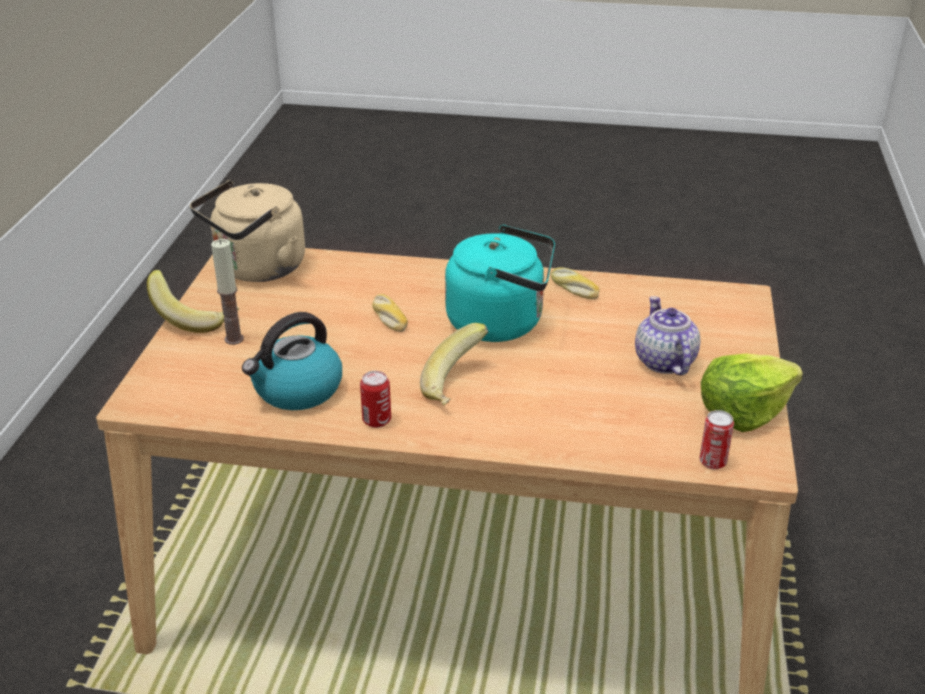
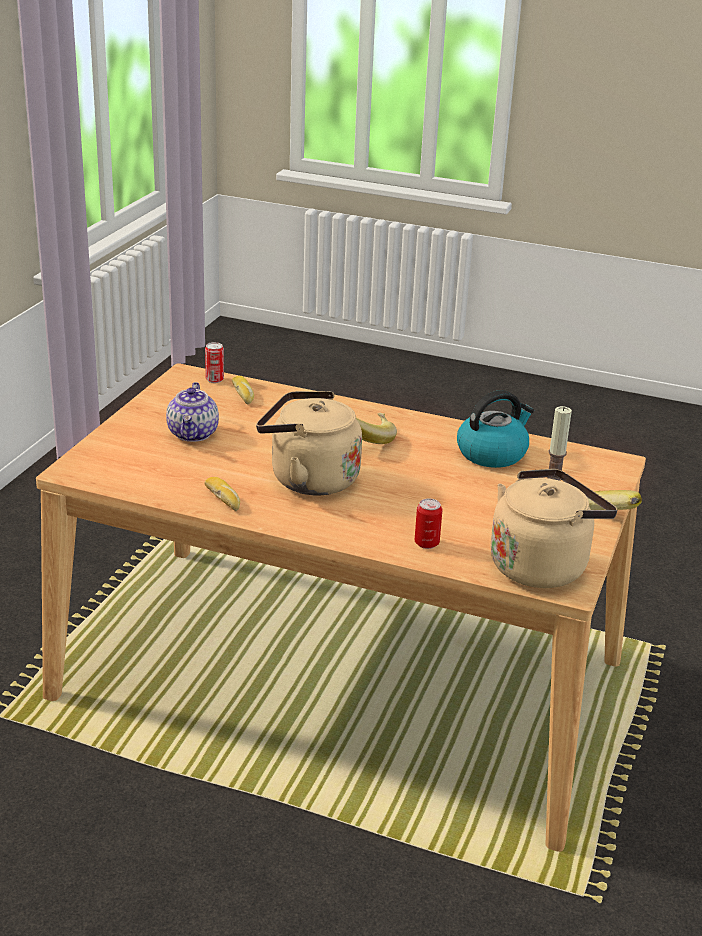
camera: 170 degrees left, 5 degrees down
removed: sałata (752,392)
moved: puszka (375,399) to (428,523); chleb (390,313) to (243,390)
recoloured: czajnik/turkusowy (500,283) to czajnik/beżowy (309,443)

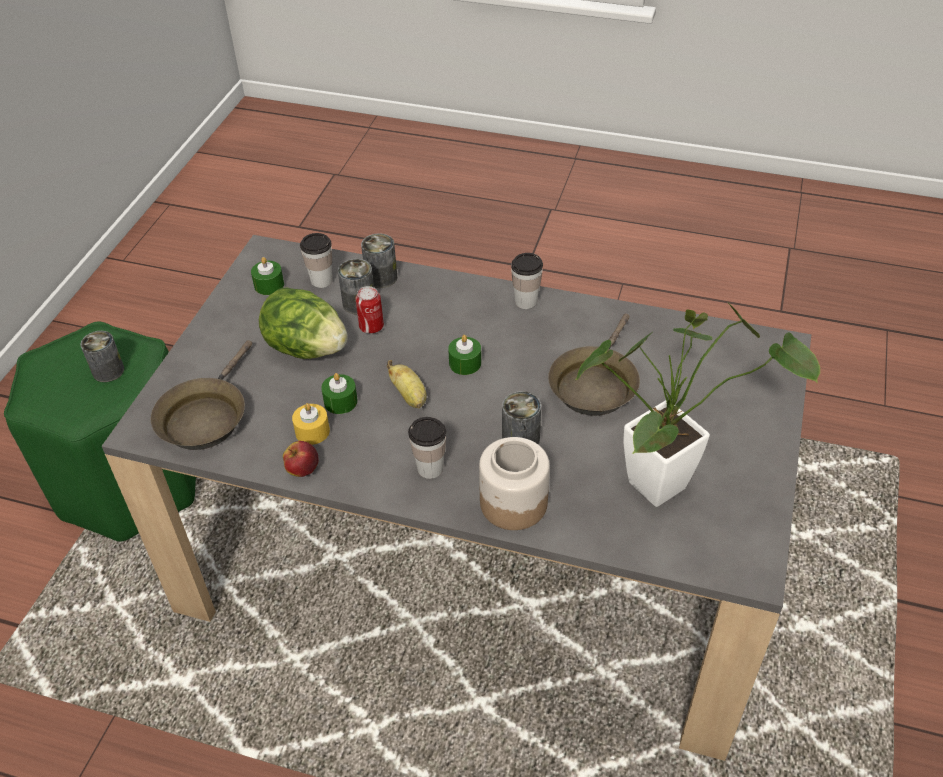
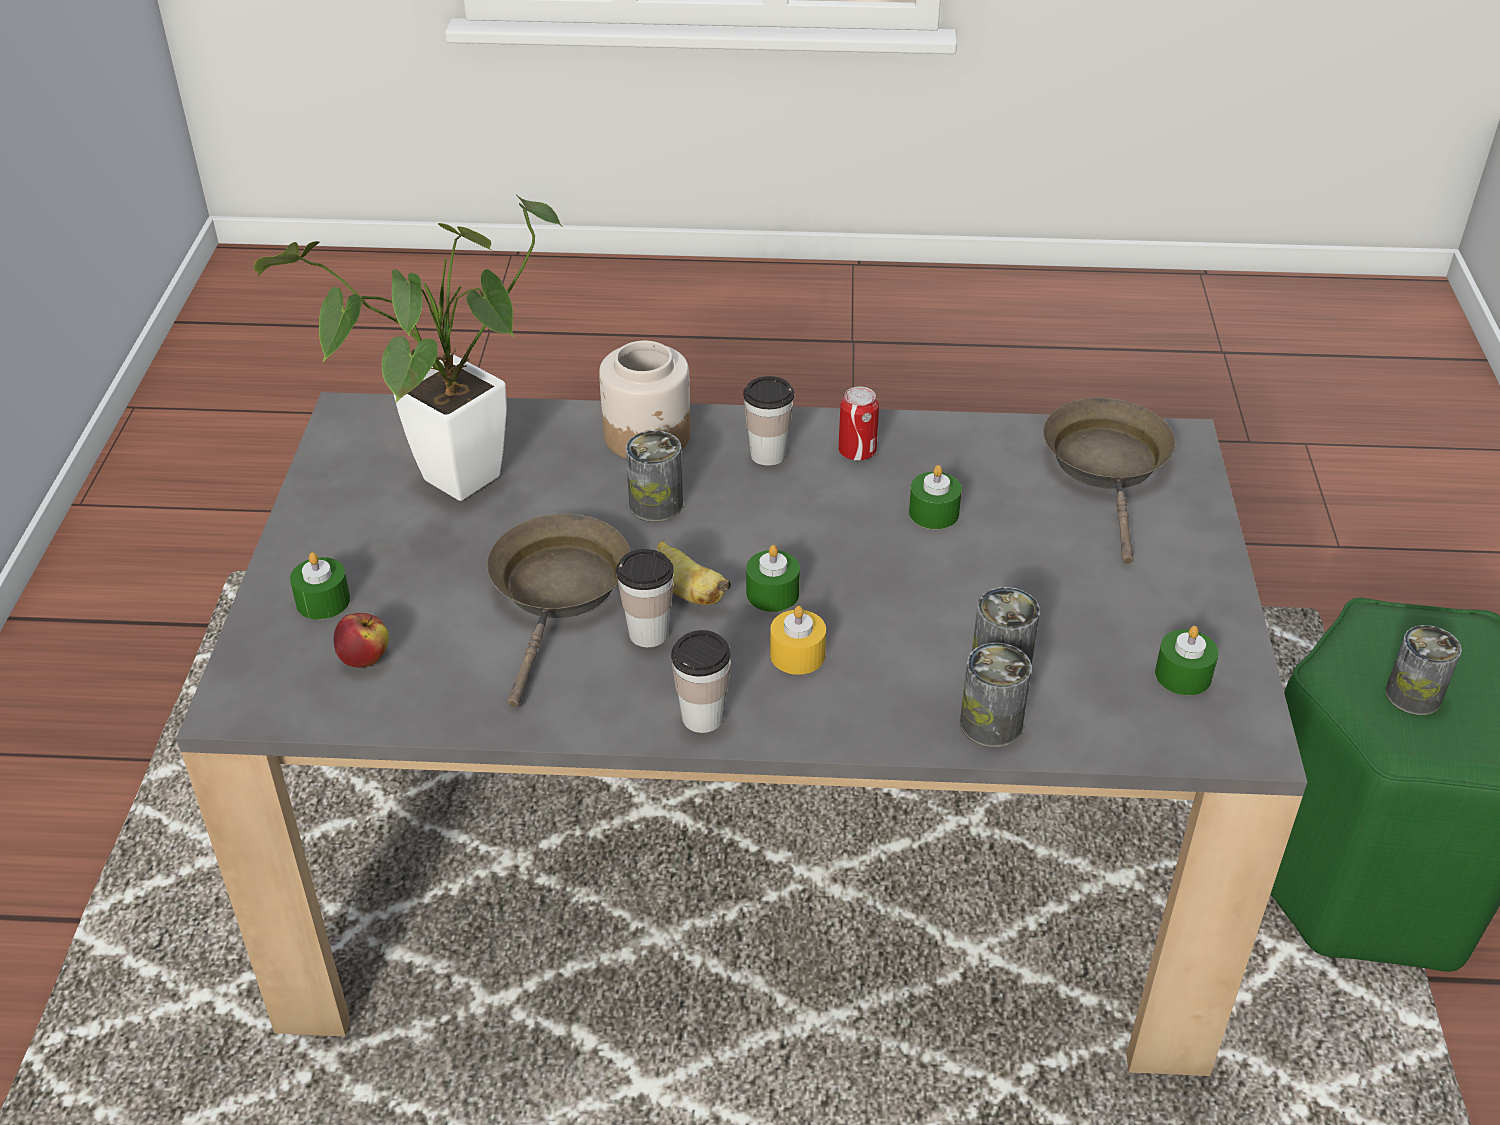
camera: 165 degrees right, 5 degrees down
removed: sałata (303,323)
added: świeca/zielony (320,585)
moved: jabłko (301,459) to (361,640); świeca/żółty (311,424) to (798,640); filiżanka (316,260) to (645,598); puszka (370,309) to (858,423); banan (407,384) to (694,573)

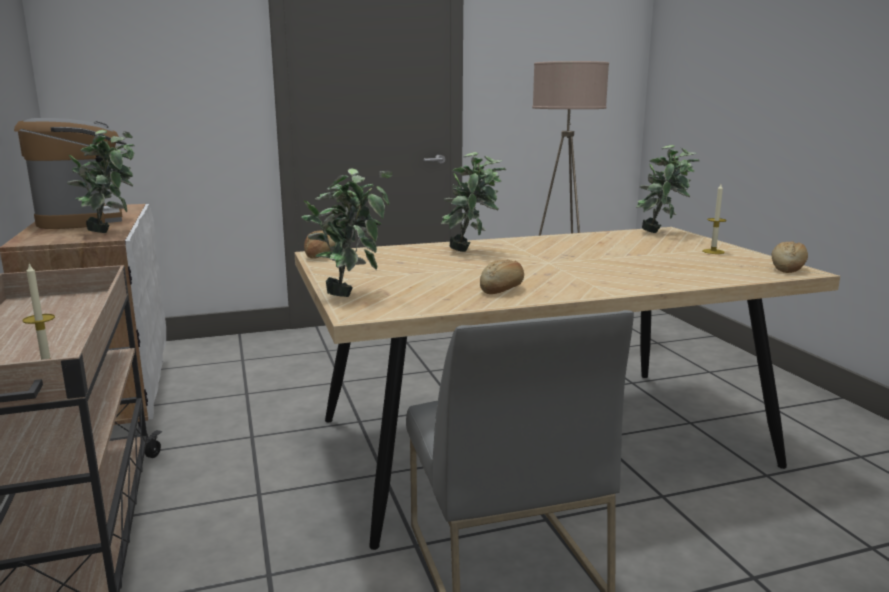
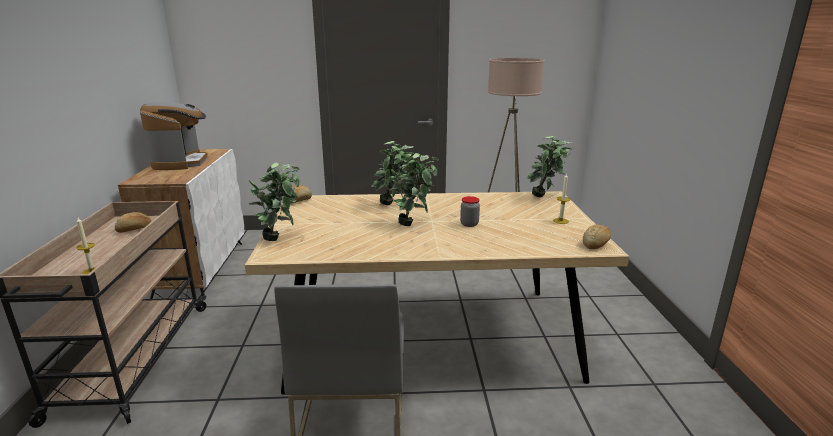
camera: 15 degrees right, 5 degrees up
added: słoik (470,211)
moved: roślina doniczkowa (101,181) to (413,189); chleb (502,277) to (133,222)

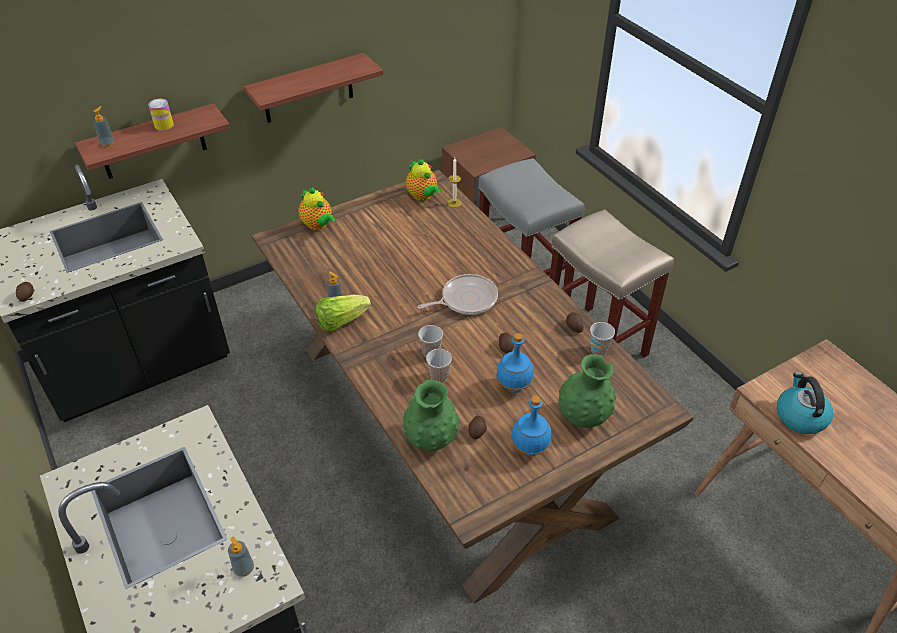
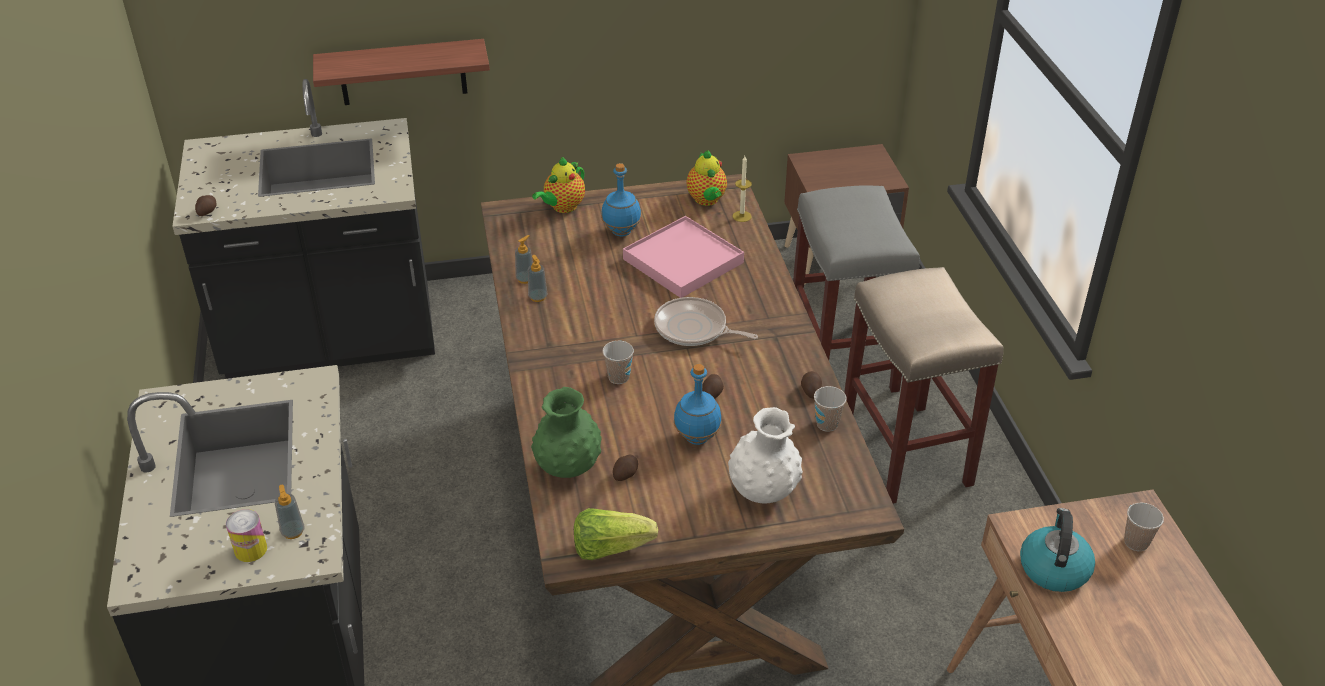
camera: 20 degrees right, 5 degrees down
removed: półka (313,88)
added: taca/różowy (683,257)
moved: dozownik mydła (103,126) to (524,259); puszka (161,114) to (246,535); sałata (343,313) to (616,534); filiżanka (439,366) to (1144,527); butelka/niebieski (531,426) to (621,200)
recoloured: wazon/zielony (587,391) to wazon/biały (765,455)
turned: imbryk (317,208) = (558,185) 60 degrees clockwise; patelnia (458,294) = (706,321) 150 degrees counterclockwise

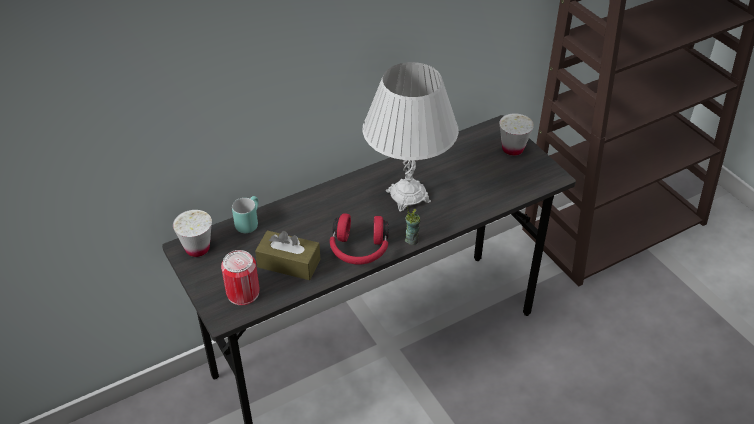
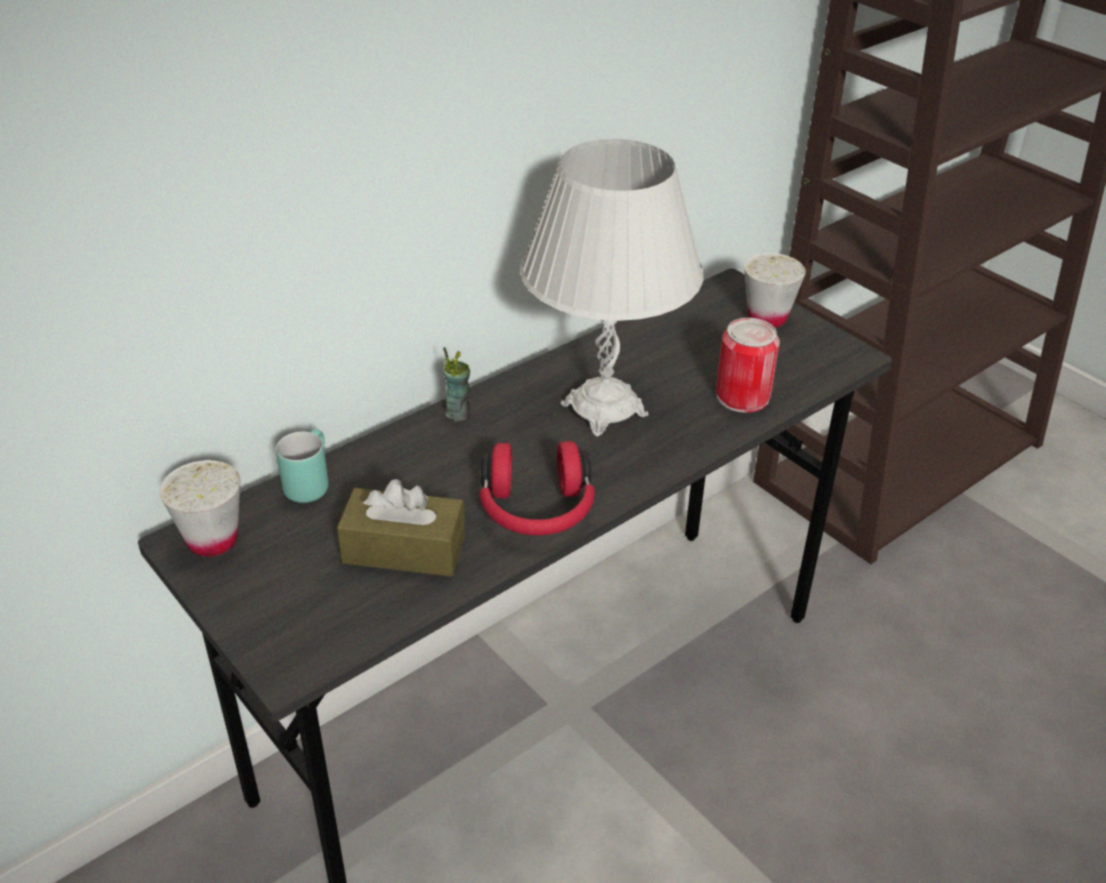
camera: 10 degrees left, 5 degrees down
moved: puszka (240,277) to (748,365); filiżanka (413,225) to (456,384)

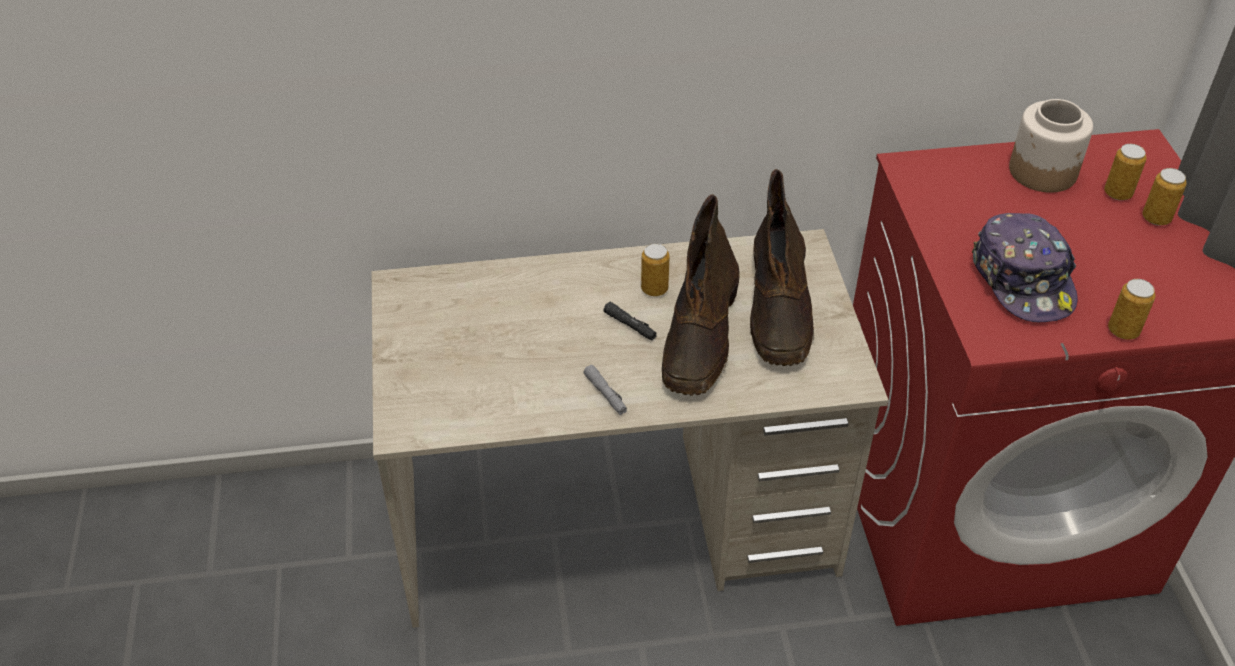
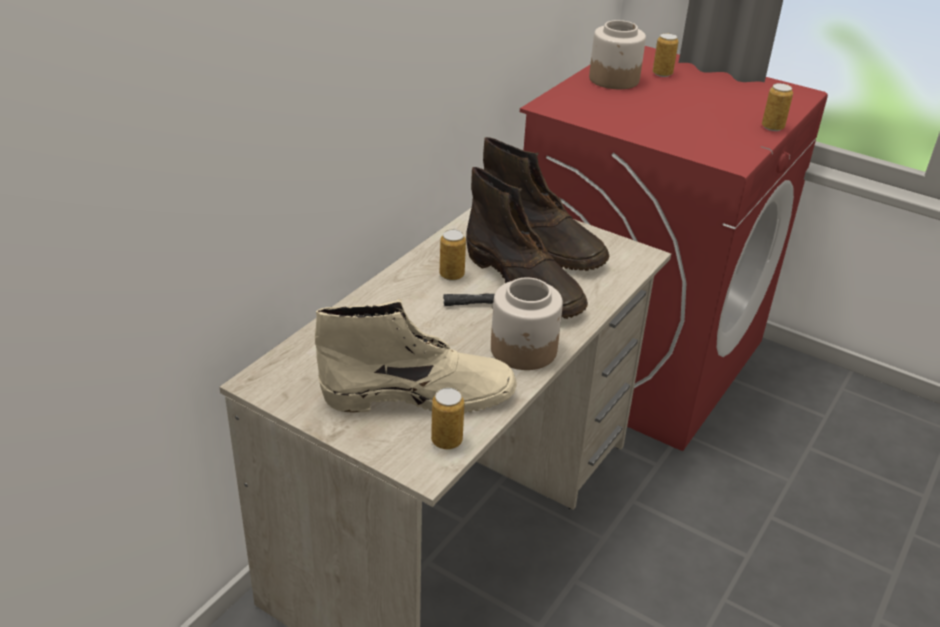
camera: 50 degrees left, 10 degrees down
removed: czapka z daszkiem (1025,267)
added: but z cholewką/beżowy (416,356)
moved: puszka (1164,196) to (447,418)
replaced: latarka/szary (605,390) to słoik (527,323)

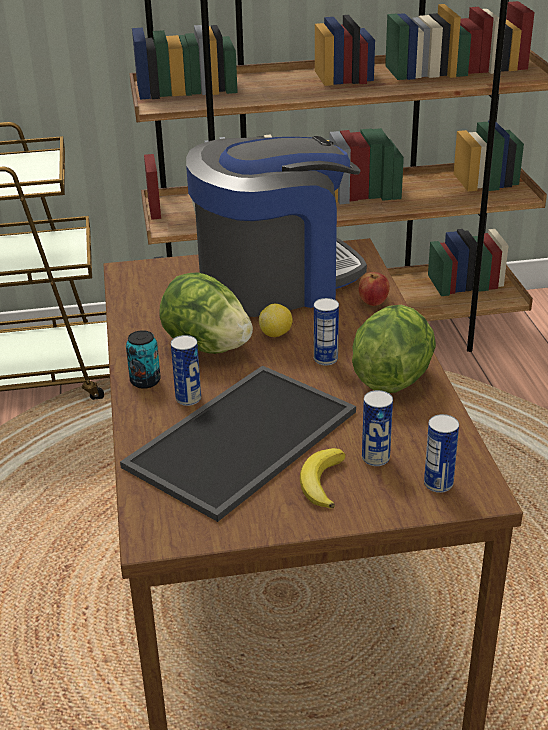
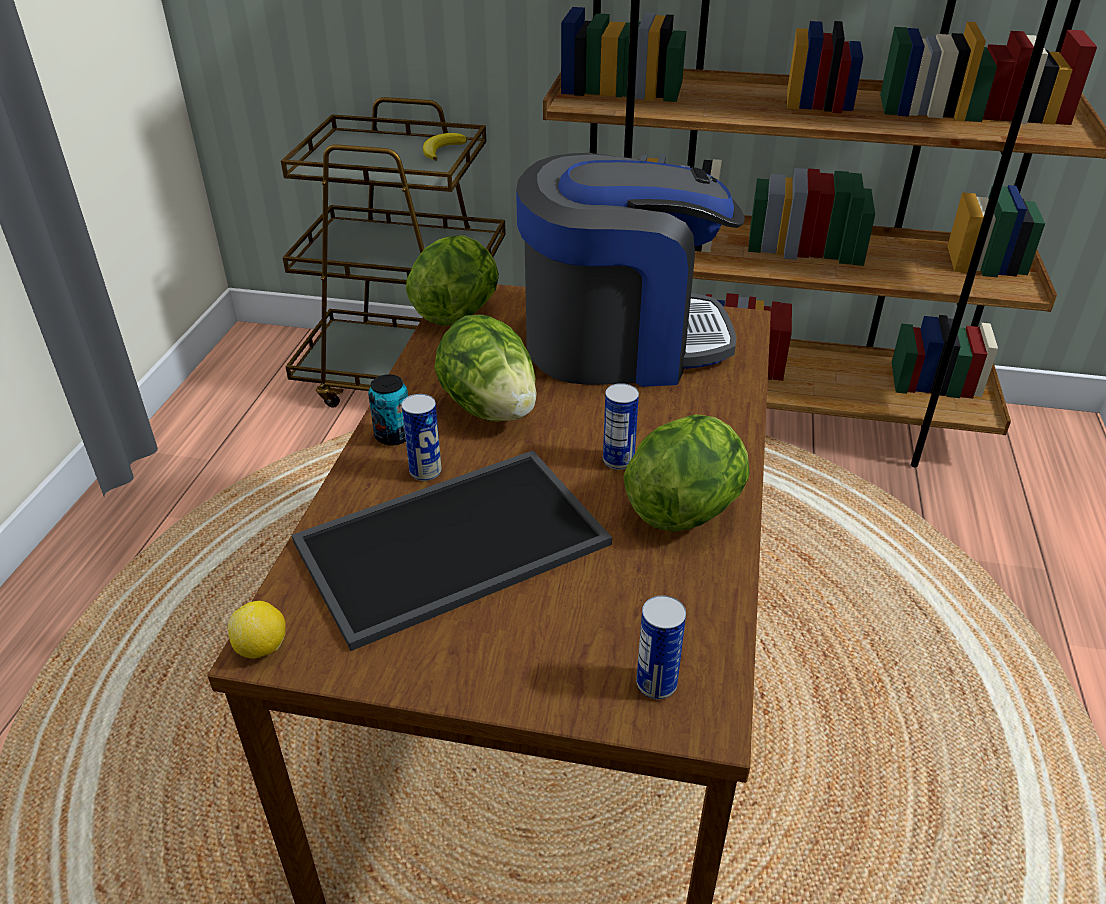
camera: 20 degrees right, 5 degrees up
removed: jabłko (374,289); puszka (377,428)
added: sałata (452,280)
moved: cytryna (276,320) to (257,630); banan (323,478) to (445,147)

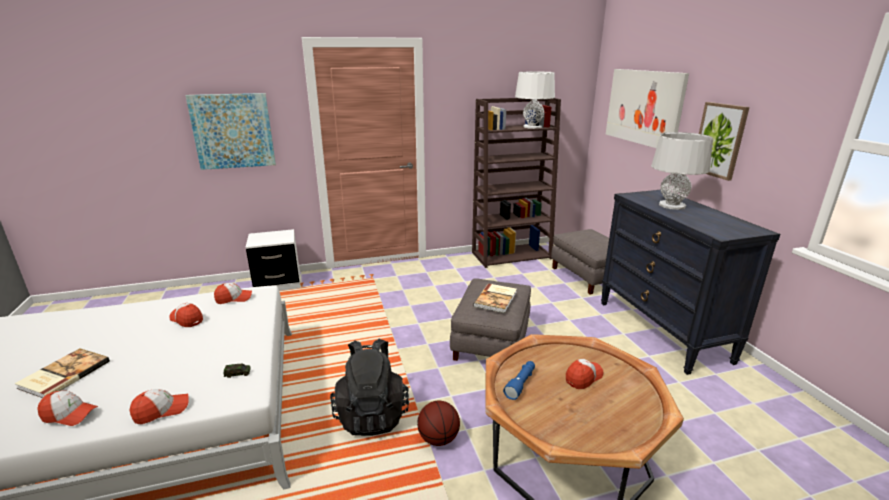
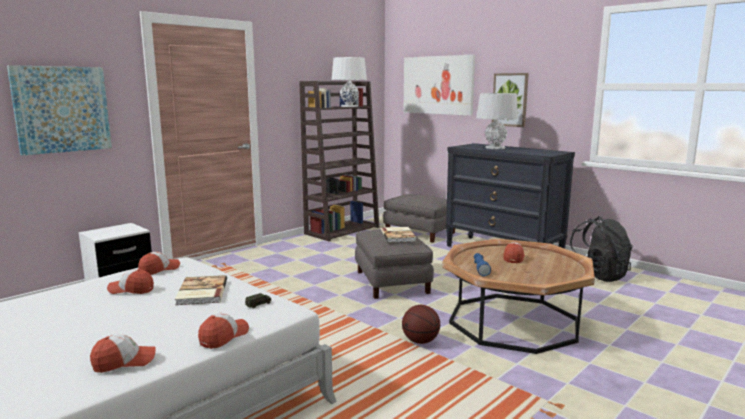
camera: 30 degrees left, 10 degrees down
moved: książka (62,373) to (201,290); plecak/czarny (369,387) to (601,249)

